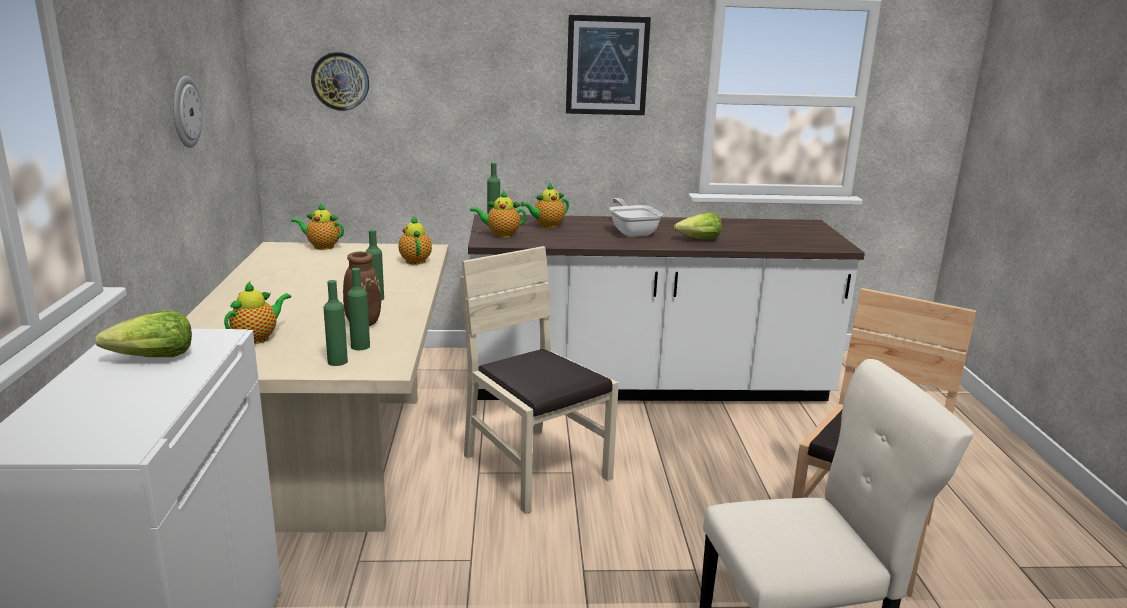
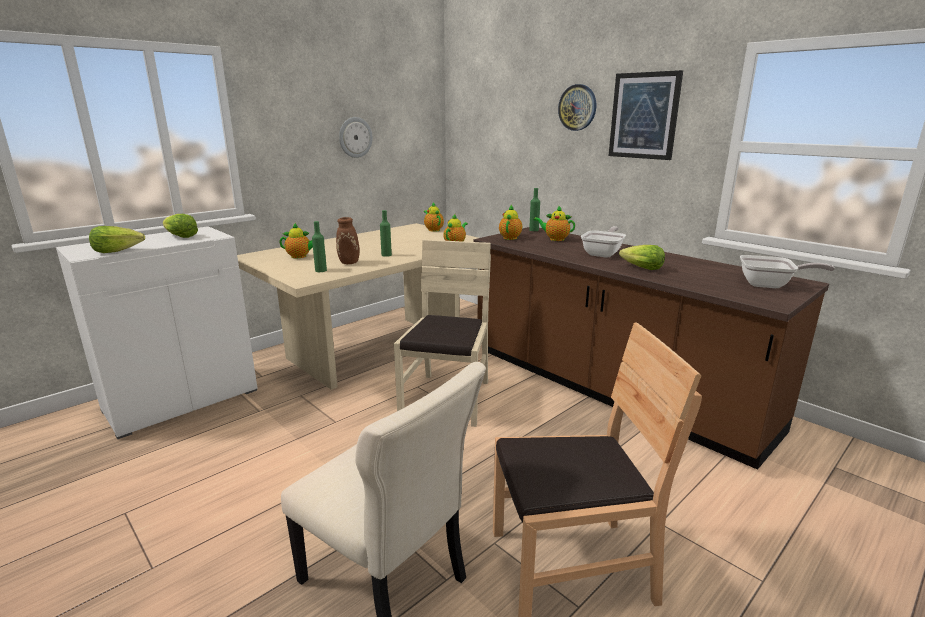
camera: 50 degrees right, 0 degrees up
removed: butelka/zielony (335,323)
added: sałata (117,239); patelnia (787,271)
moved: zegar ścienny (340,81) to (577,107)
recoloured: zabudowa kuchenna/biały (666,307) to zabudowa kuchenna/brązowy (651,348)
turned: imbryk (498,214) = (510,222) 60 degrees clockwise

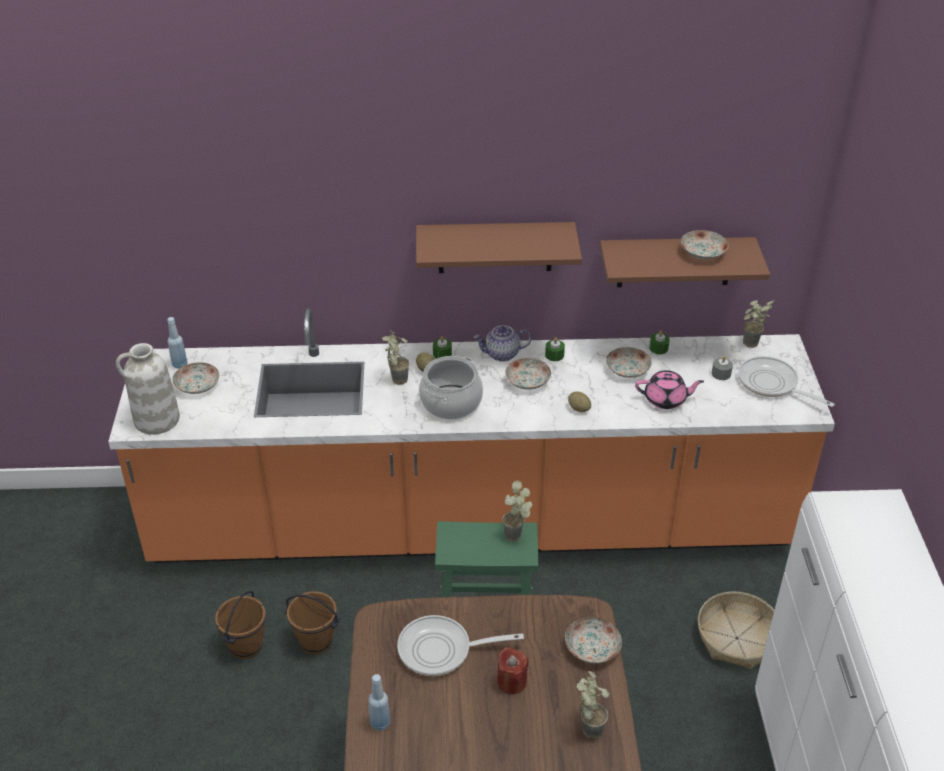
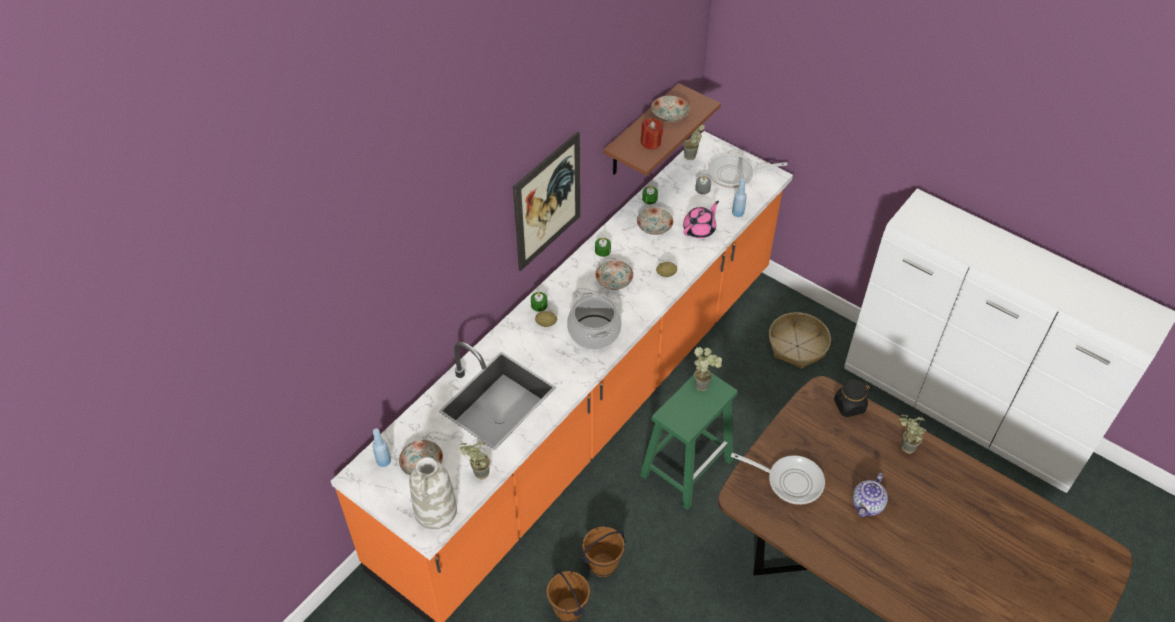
camera: 50 degrees left, 10 degrees up
moved: butelka/niebieski (379,702) to (739,197); roślina doniczkowa (396,357) to (474,460); imbryk (503,343) to (870,495); świeca/czerwony (512,670) to (652,133)
replaced: półka/brązowy (499,247) to obraz (546,201); talerz (593,640) to słoik/czarny (852,398)
turned: patelnia (460,645) = (778,479) 105 degrees counterclockwise

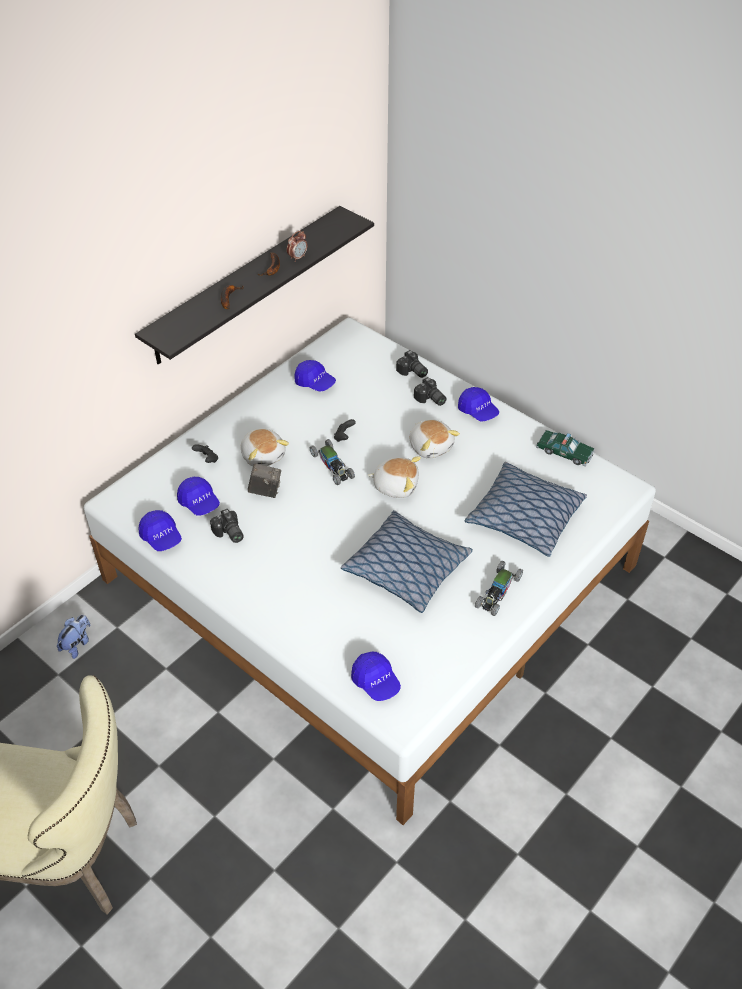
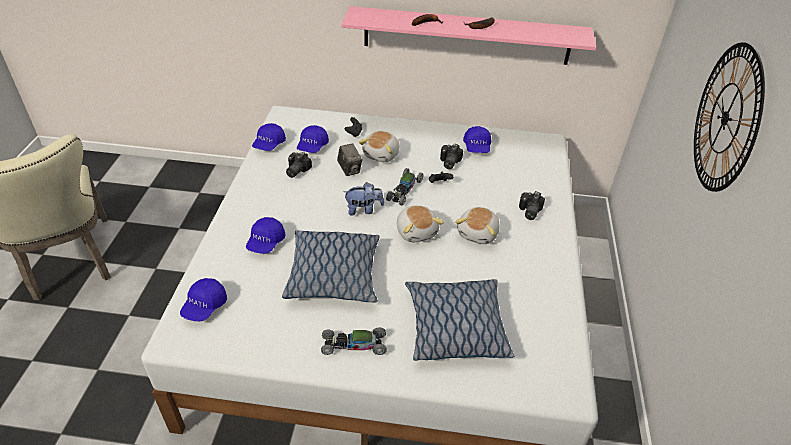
camera: 55 degrees right, 5 degrees down
removed: budzik (297,246); samochodzik (565,448)
added: zegar ścienny (729,117)
moved: pluszak (74,637) to (363,199); aparat fotograficzny (412,364) to (451,156); czapka z daszkiem/niebieski (478,404) to (265,235)
recoloured: półka/czarny (254,285) to półka/różowy (468,35)

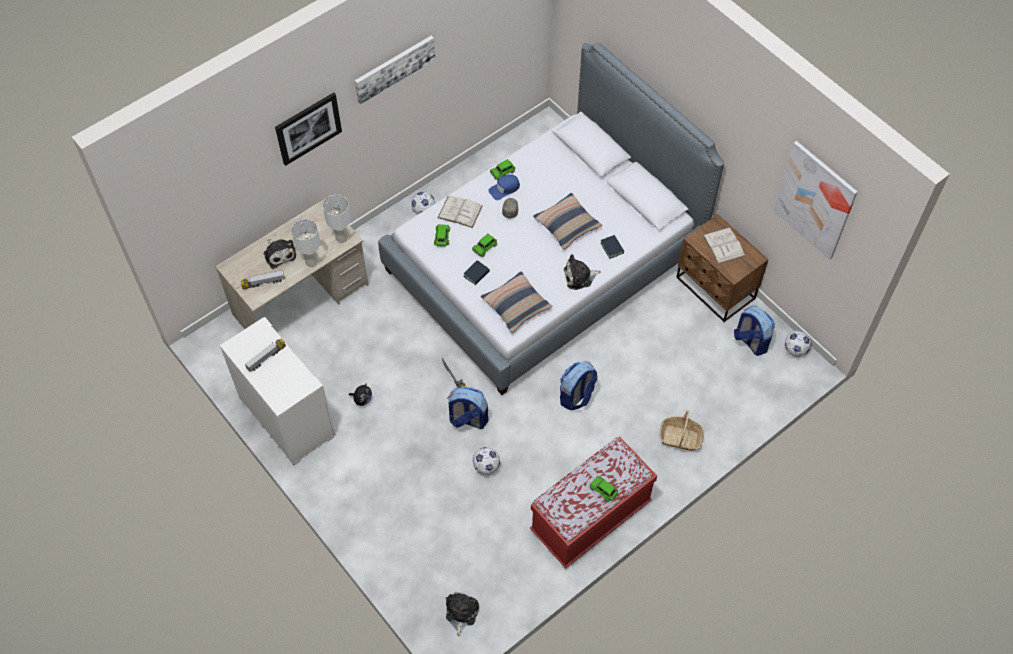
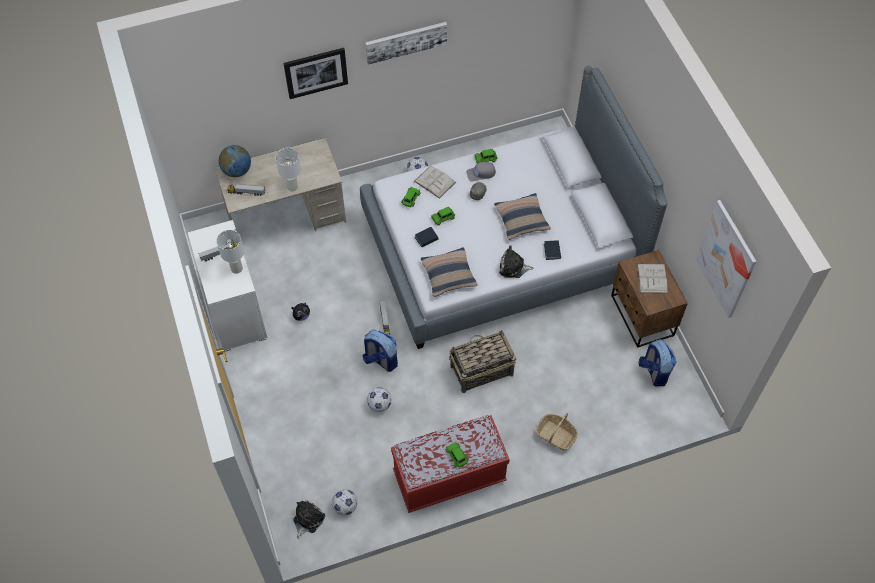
camera: 20 degrees right, 0 degrees up
removed: pluszak (280,254)
added: globus (235,161)
moved: lampa stołowa/biały (337,219) to (230,252); piłka futbolowa (798,344) to (345,502)
replaced: plecak (579,385) to koszyk (482,361)
recoloured: czapka z daszkiem/niebieski (504,187) to czapka z daszkiem/szary (481,171)

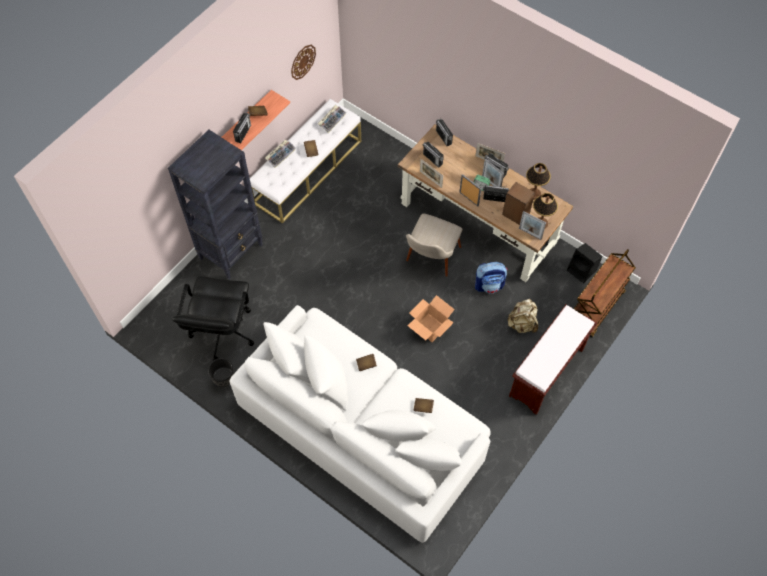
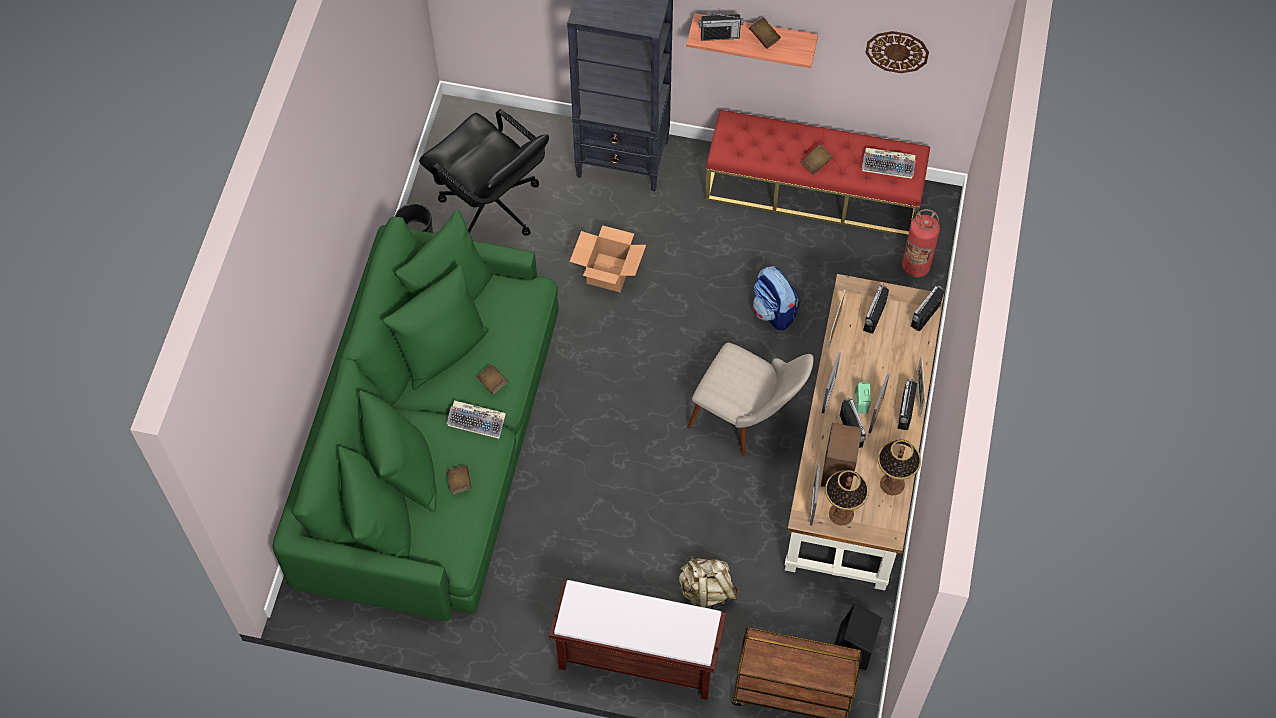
camera: 65 degrees right, 0 degrees up
added: gaśnica (921,243)
moved: klawiatura (280,153) to (476,419); karton (431,318) to (608,258); plecak (491,278) to (777,298)
recoloured: kanapa/biały (360,424) to kanapa/zielony (416,415); ławka/biały (305,161) to ławka/czerwony (817,173)
turned: krzesło biurowe/czarny (213,318) = (484,173) 120 degrees counterclockwise; krzesło/beżowy (434,245) = (750,399) 150 degrees counterclockwise

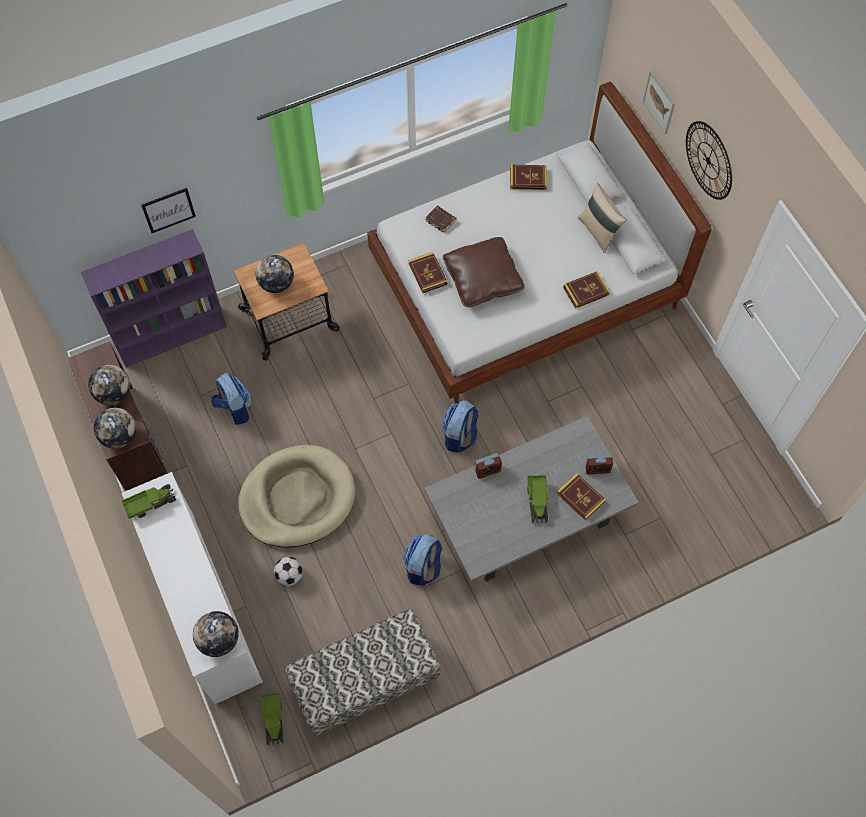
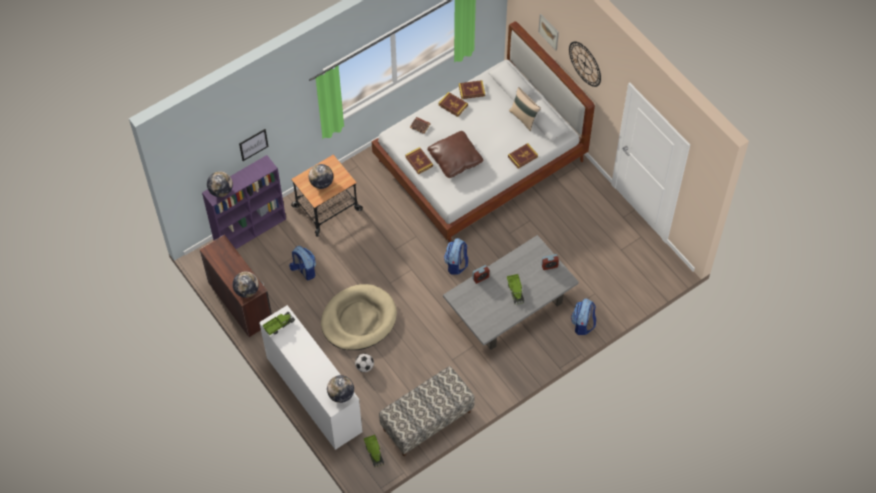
camera: 10 degrees left, 5 degrees down
moved: globus (109,385) to (220,184); plecak (422,560) to (583,316); książka (581,497) to (453,104)

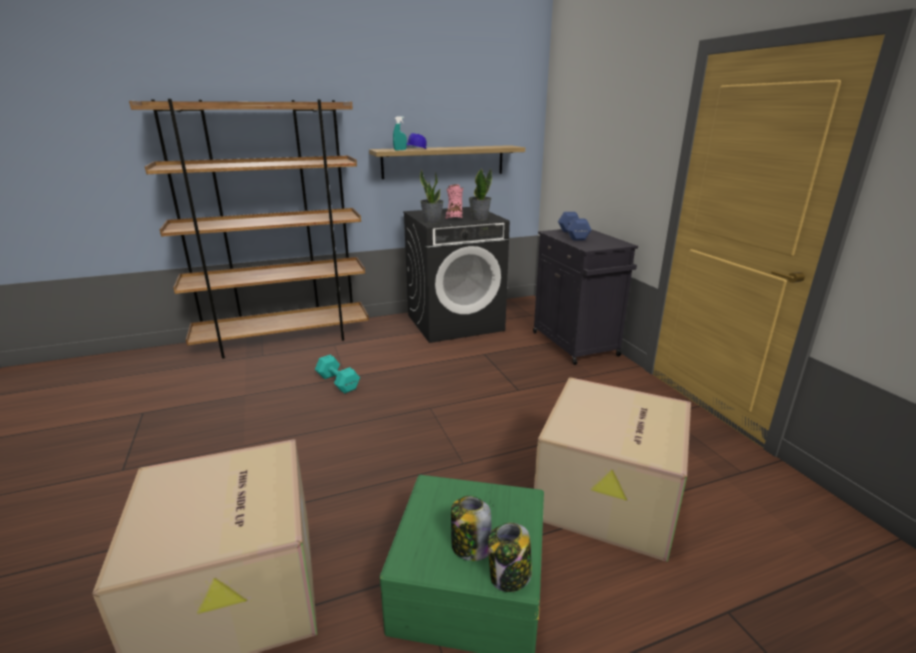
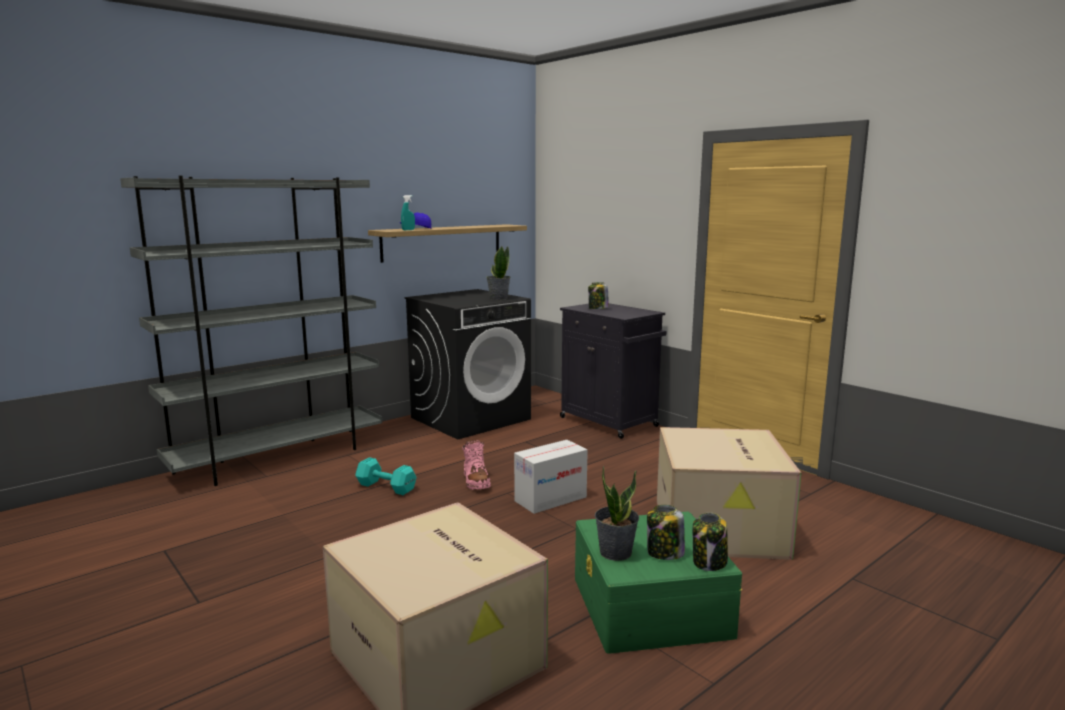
camera: 20 degrees left, 10 degrees down
added: karton (551,477)
moved: roślina doniczkowa (432,197) to (617,513); but z cholewką/różowy (454,201) to (476,465)
replaced: hantel/niebieski (574,226) to słoik (598,295)
recoloured: regał/brązowy (249,229) to regał/szary (251,331)

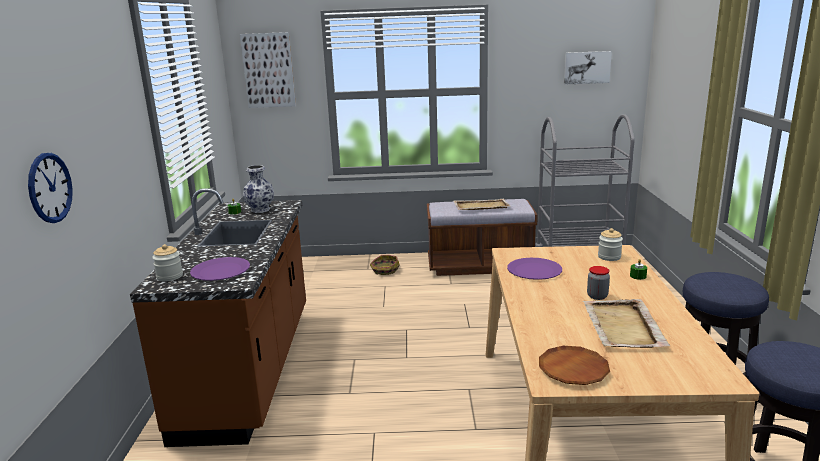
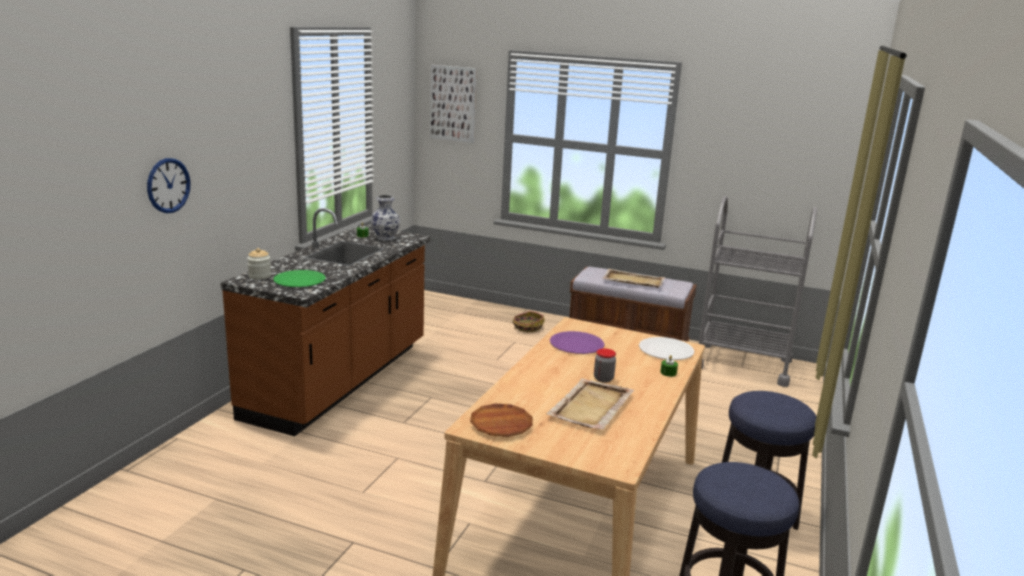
camera: 20 degrees right, 0 degrees up
removed: obraz (588,67)
replaced: słoik (610,244) to talerz/biały (666,348)
recoloured: talerz/fioletowy (220,269) to talerz/zielony (299,278)

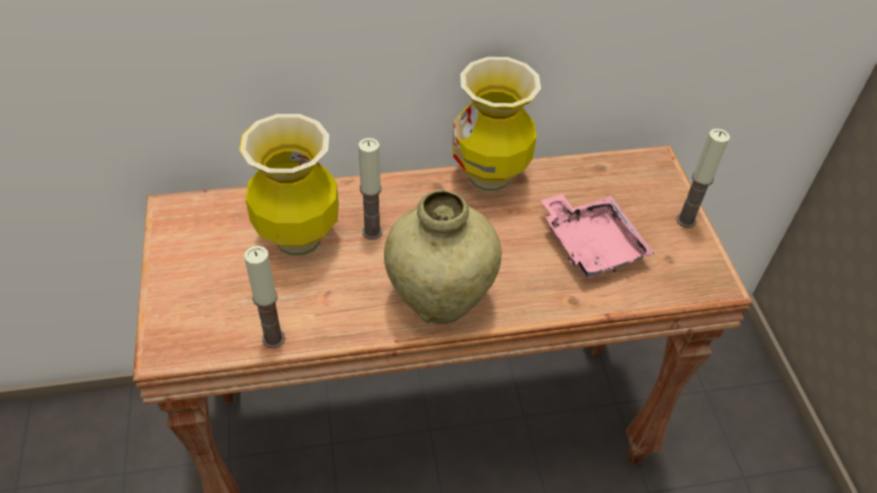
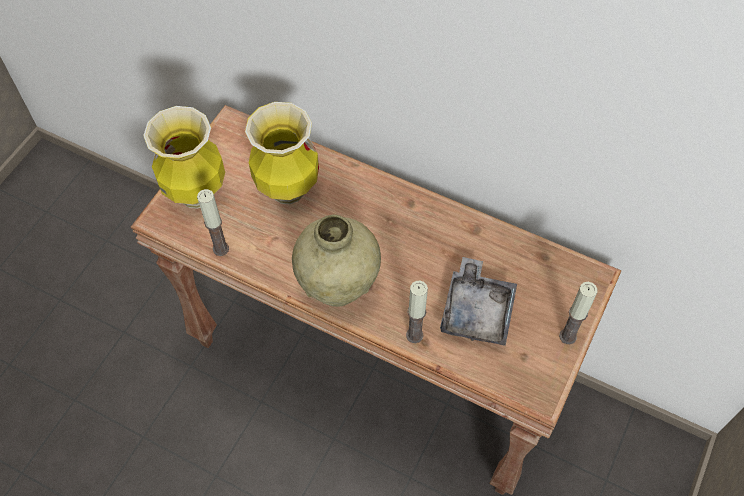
camera: 40 degrees right, 10 degrees up
moved: świeca (370,188) to (417,312); wazon (496,125) to (184,157)
recoloured: taca/różowy (597,236) to taca/szary (478,301)

